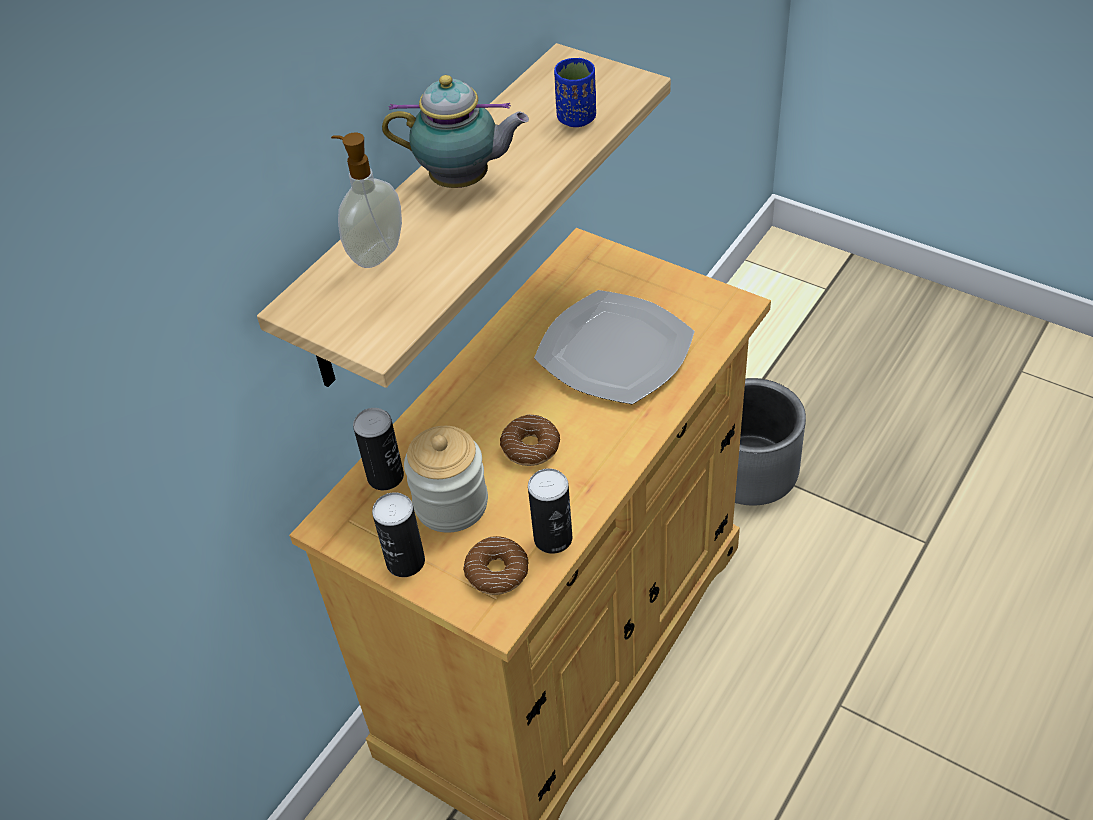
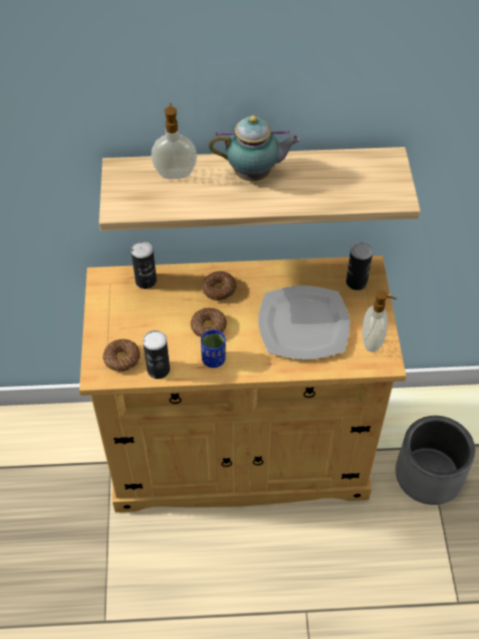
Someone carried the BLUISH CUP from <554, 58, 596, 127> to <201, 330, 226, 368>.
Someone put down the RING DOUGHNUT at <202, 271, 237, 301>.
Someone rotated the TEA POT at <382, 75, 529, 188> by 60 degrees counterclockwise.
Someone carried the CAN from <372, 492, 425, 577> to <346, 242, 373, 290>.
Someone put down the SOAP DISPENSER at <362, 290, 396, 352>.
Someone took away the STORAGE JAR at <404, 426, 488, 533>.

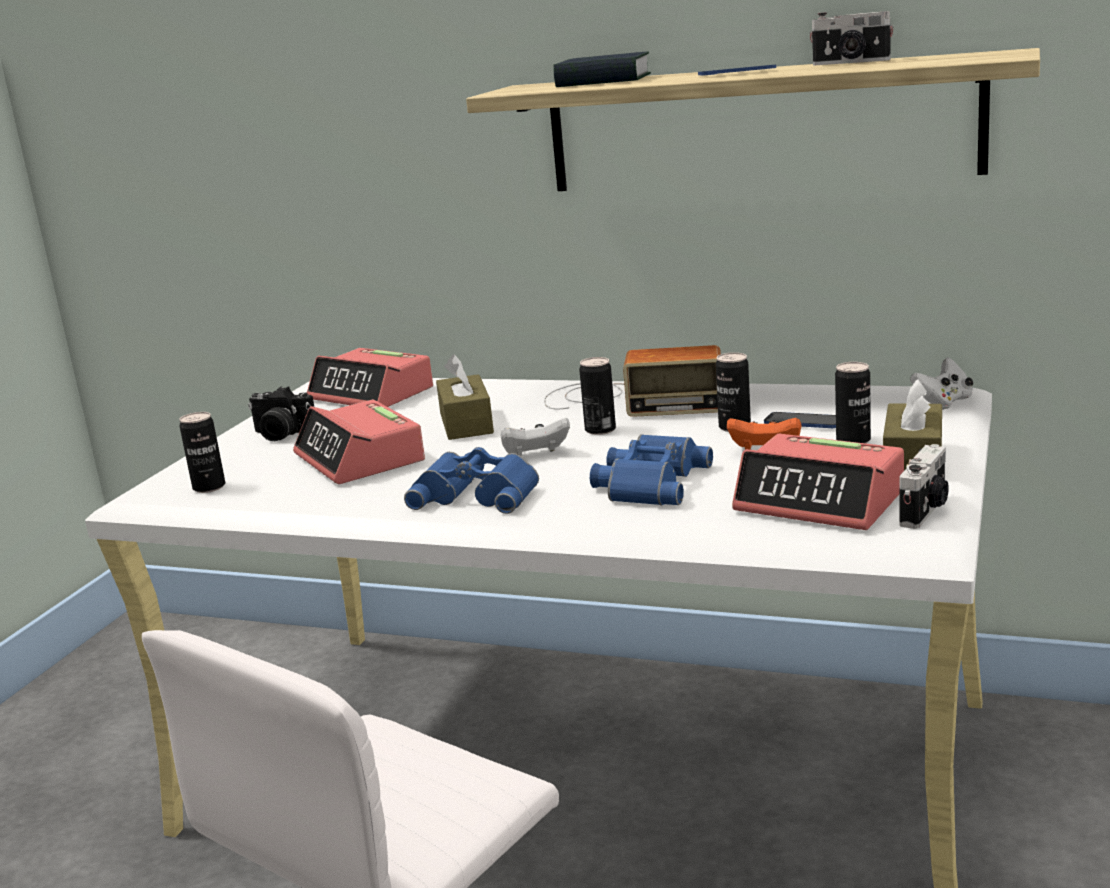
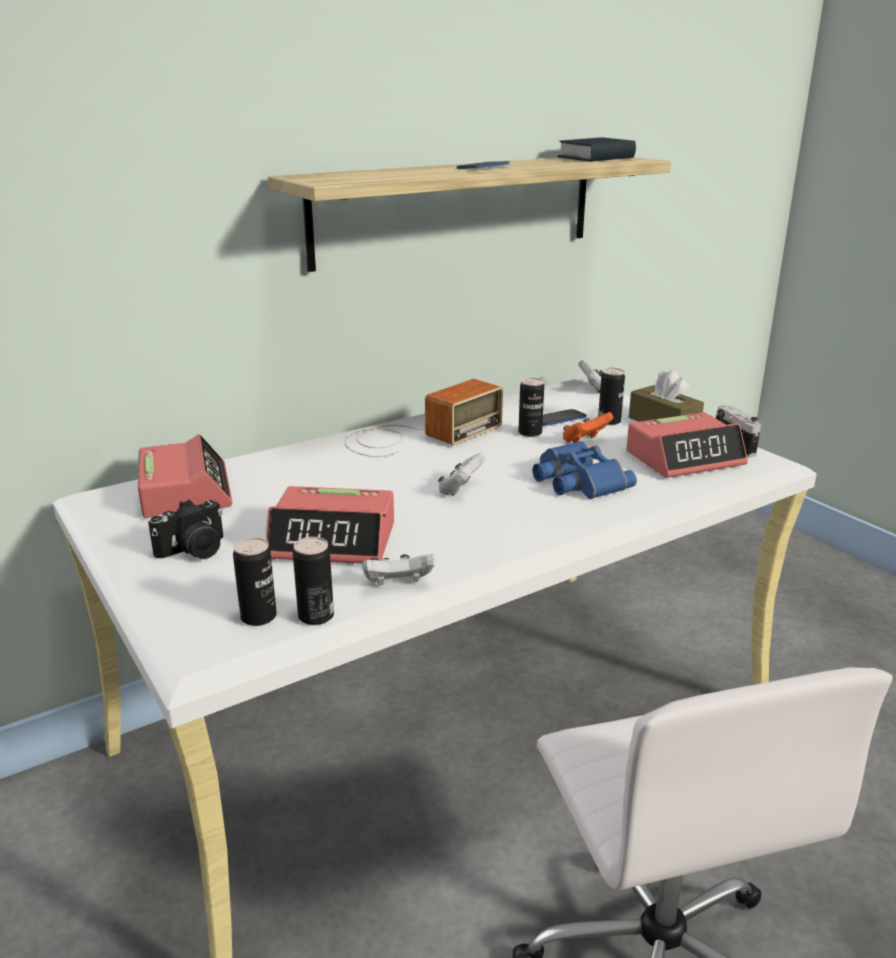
Someone rotated the ALARM CLOCK at <307, 348, 433, 407> by 90 degrees counterclockwise.
Someone carried the CAN from <579, 357, 616, 435> to <293, 537, 334, 625>.
Someone put down the WHITISH GAME CONTROLLER at <362, 554, 435, 586>.
Someone carried the BOOK from <553, 51, 651, 87> to <557, 137, 636, 162>.
Someone took away the BLUISH FIELD GLASSES at <404, 447, 539, 514>.
Someone took away the BROWNISH TISSUE BOX at <436, 354, 494, 440>.
Someone took away the PHOTO CAMERA at <810, 11, 894, 65>.

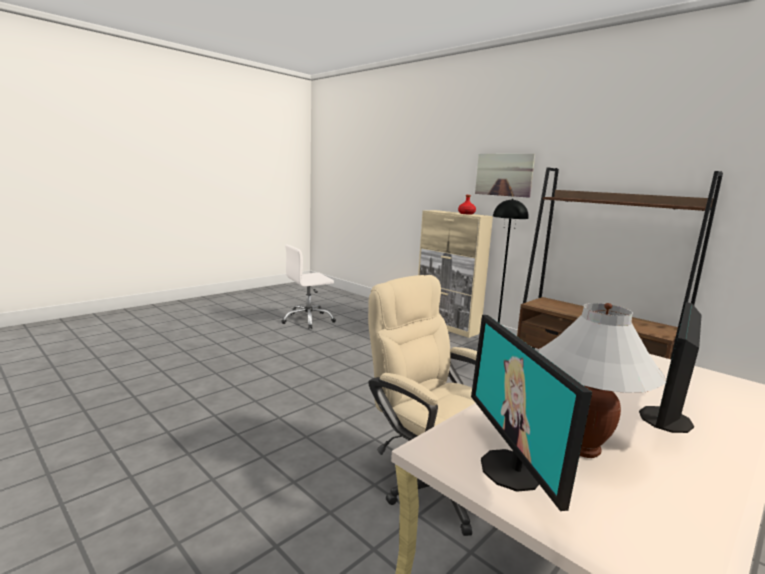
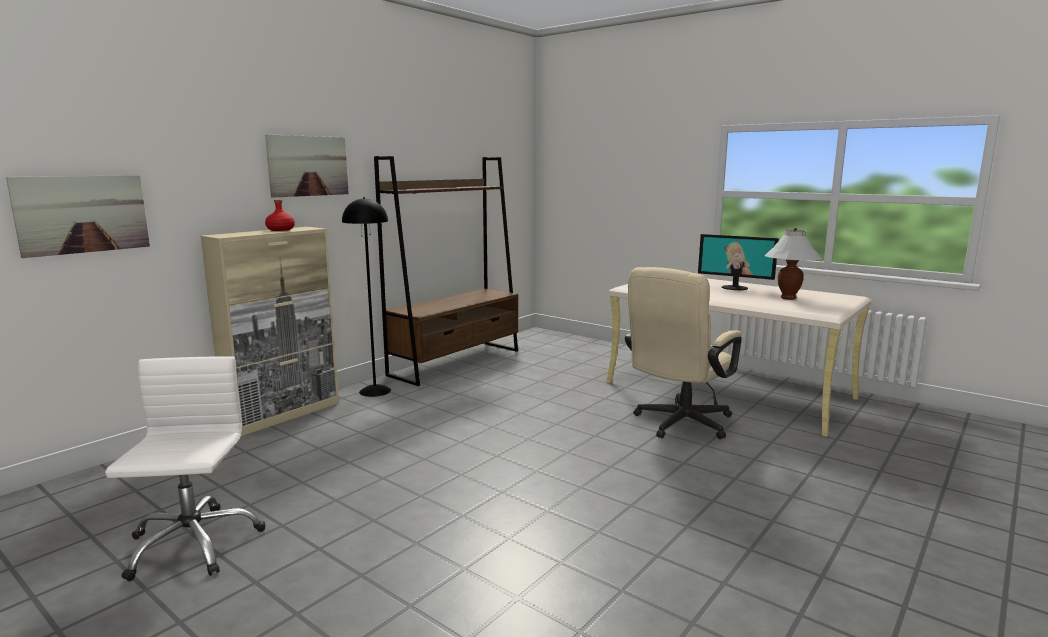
Someone put up the WALL PICTURE at <6, 175, 150, 258>.
Someone rotated the WHITISH COMPUTER CHAIR at <281, 245, 336, 329> by 150 degrees counterclockwise.
Someone took away the COMPUTER SCREEN at <471, 315, 592, 511>.

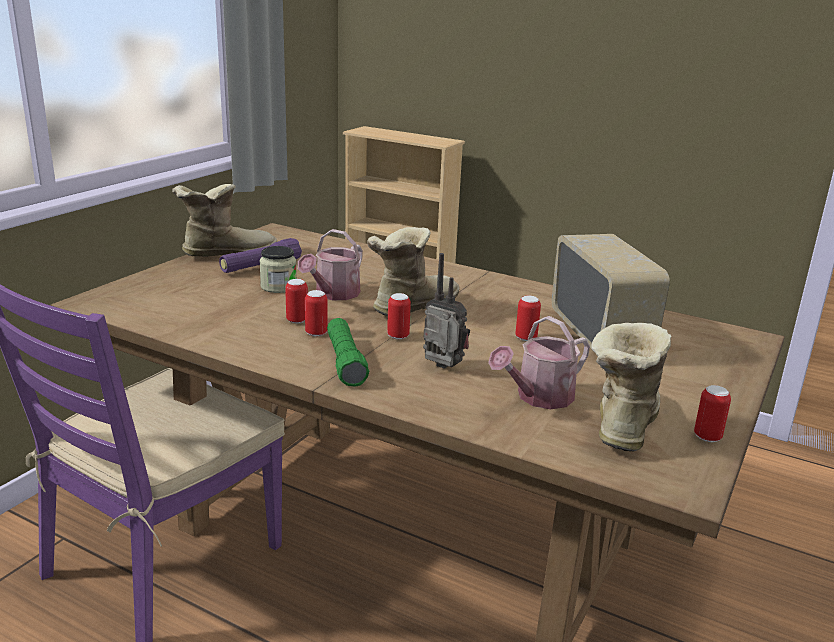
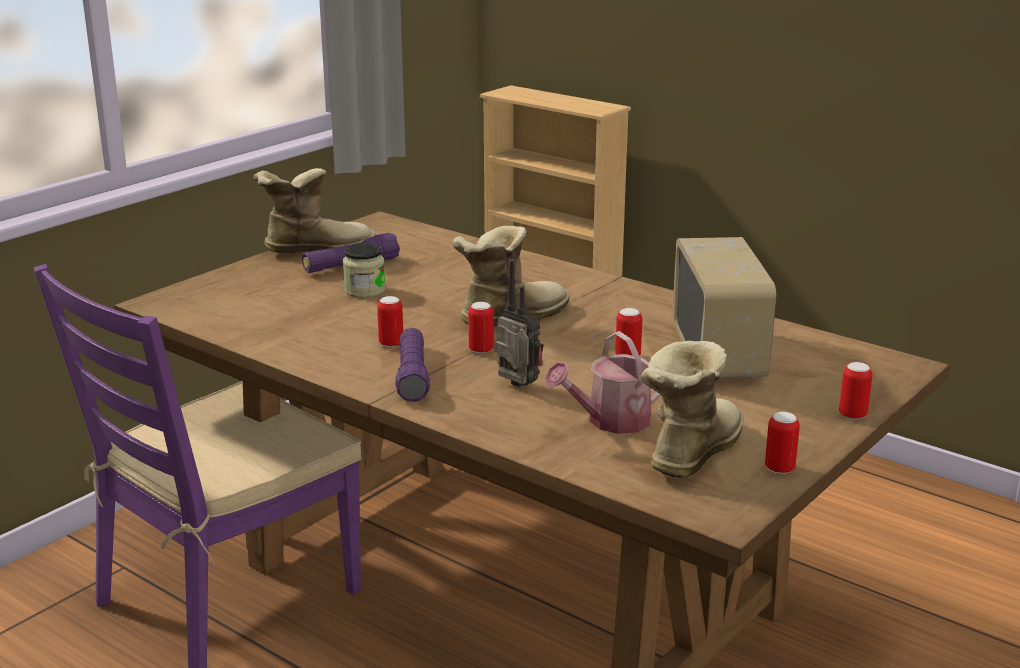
Someone repainted the GREEN-COLOURED TORCH at <327, 318, 369, 386>, which became the PURPLE-COLOURED TORCH at <396, 328, 430, 402>.
Someone carried the CAN from <285, 279, 308, 324> to <839, 362, 873, 420>.
Someone took away the WATERING POT at <298, 229, 363, 300>.

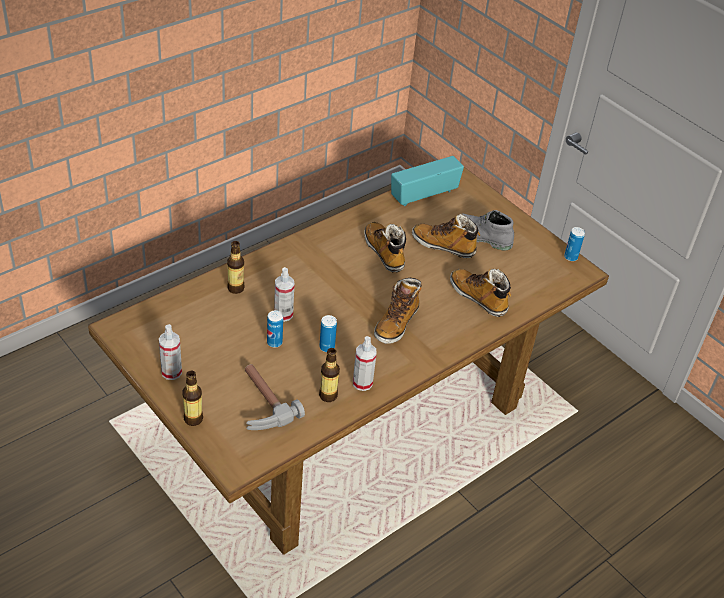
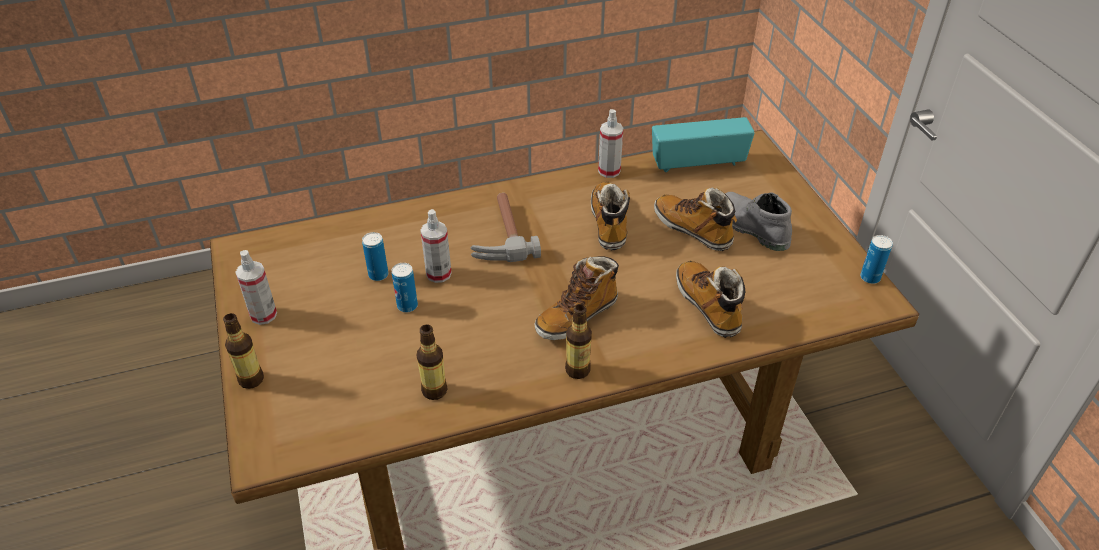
Someone carried the CAN from <319, 315, 337, 352> to <362, 232, 388, 281>.
Someone carried the HAMMER from <245, 364, 305, 430> to <470, 193, 541, 262>.
Someone carried the DRINK BOTTLE from <227, 241, 245, 294> to <565, 304, 592, 379>.
Someone carried the HAND SPRAYER from <353, 336, 377, 391> to <598, 109, 623, 178>.

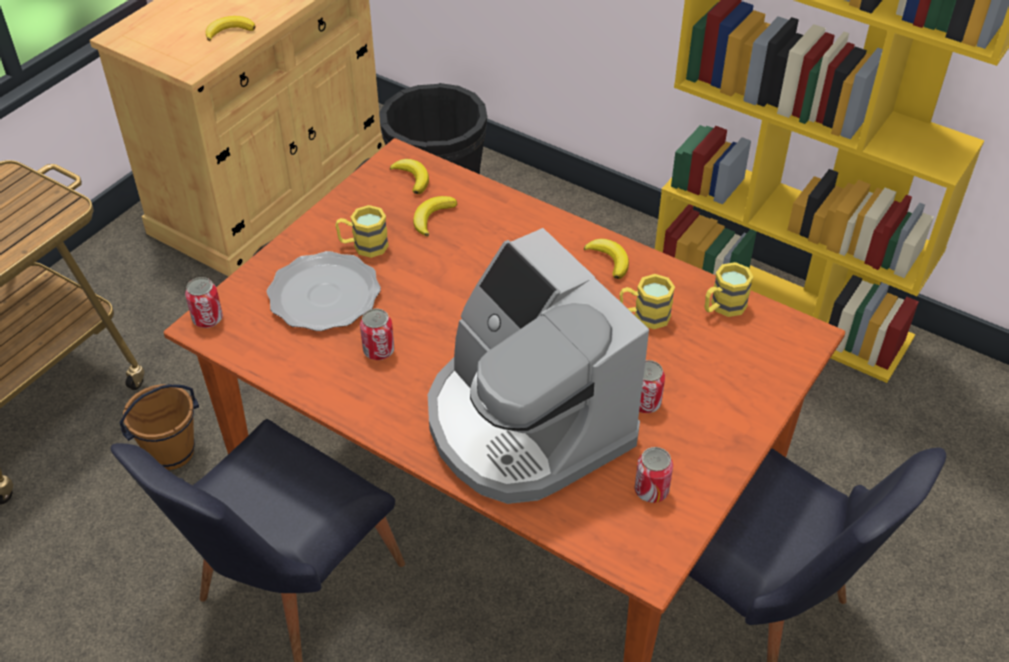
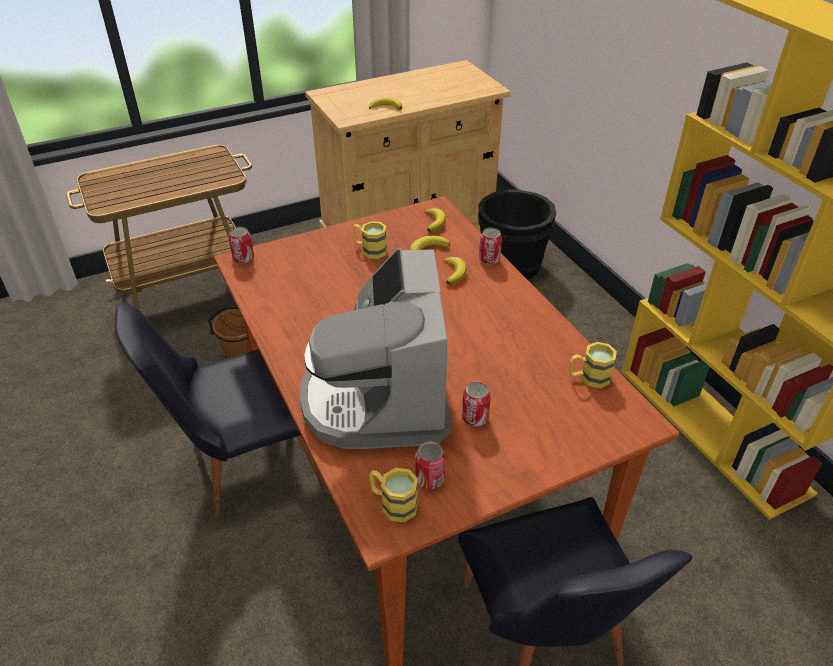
Someone carried the YELLOWISH TEA MUG from <620, 274, 675, 329> to <369, 468, 418, 522>.
Someone carried the WHOLE BANANA from <584, 239, 629, 279> to <443, 257, 467, 285>.
Someone carried the CAN from <360, 309, 394, 360> to <479, 228, 502, 265>.
Someone took away the PLATE at <267, 251, 381, 331>.

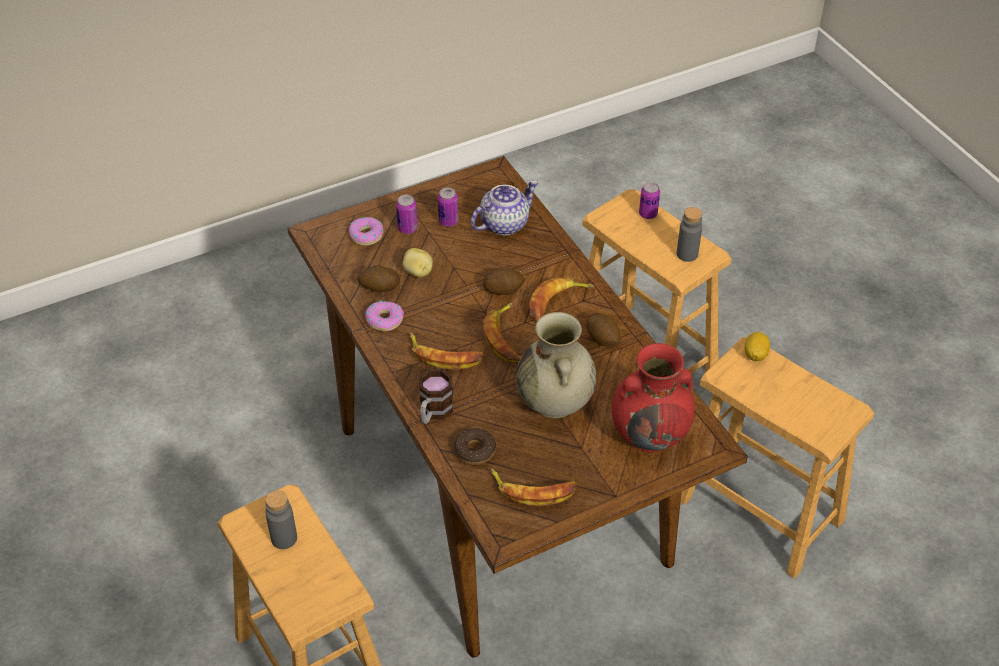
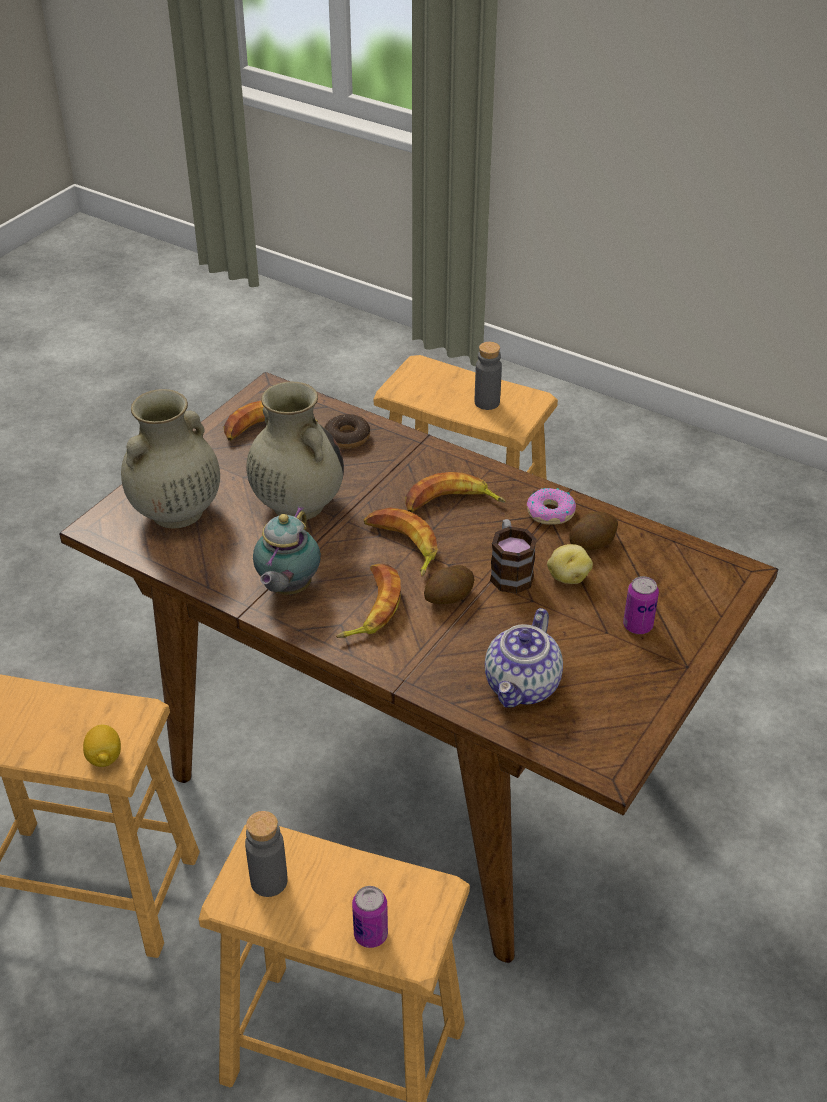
Someone repainted the RED-COLOURED DECORATIVE VASE at <612, 343, 695, 452>, which became the SAND-COLOURED DECORATIVE VASE at <121, 389, 220, 528>.
Someone swapped the WHOLE POTATO at <586, 313, 620, 346> for the TEA POT at <253, 506, 321, 595>.
Someone carried the TEA MUG from <419, 369, 453, 424> to <490, 519, 537, 594>.
Someone took away the RING DOUGHNUT at <349, 217, 383, 246>.
Someone took away the CAN at <438, 188, 459, 227>.

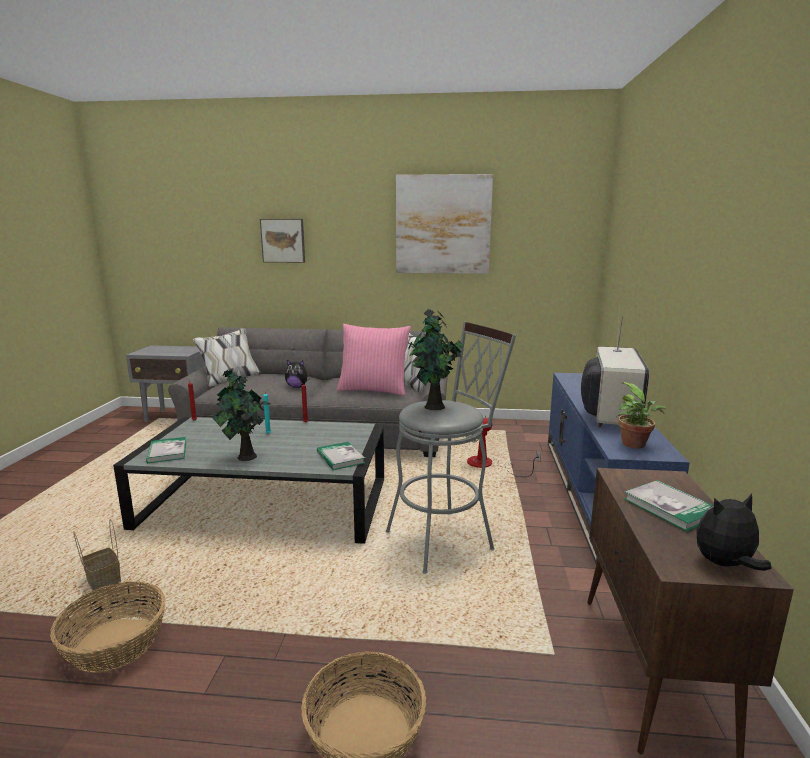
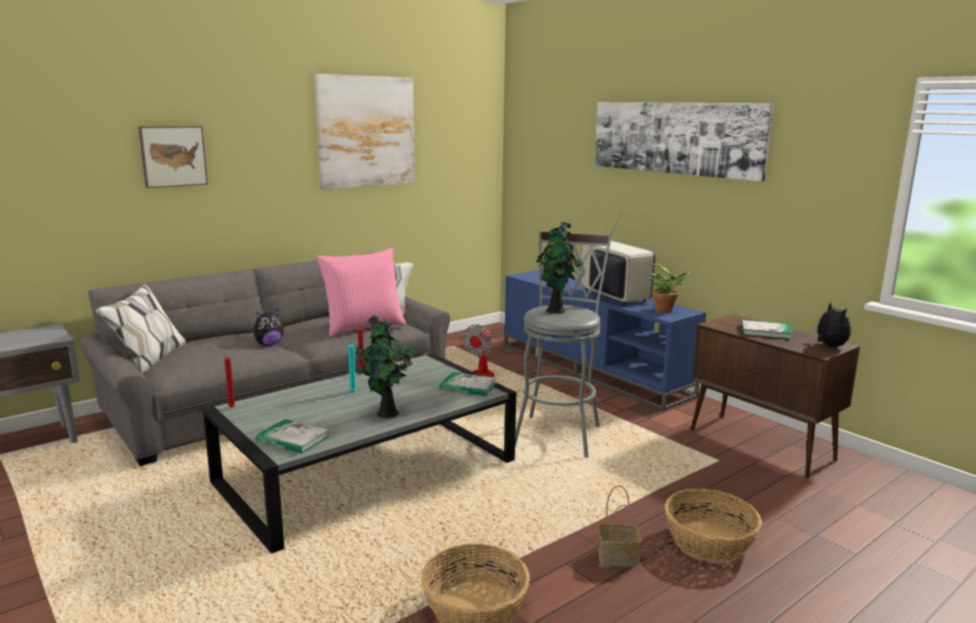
Someone put up the WALL PICTURE at <594, 102, 774, 182>.
Someone carried the HOUSEHOLD BASKET from <73, 519, 121, 591> to <598, 485, 640, 567>.
Someone rotated the CUDDLY TOY at <696, 494, 772, 571> by 135 degrees clockwise.

